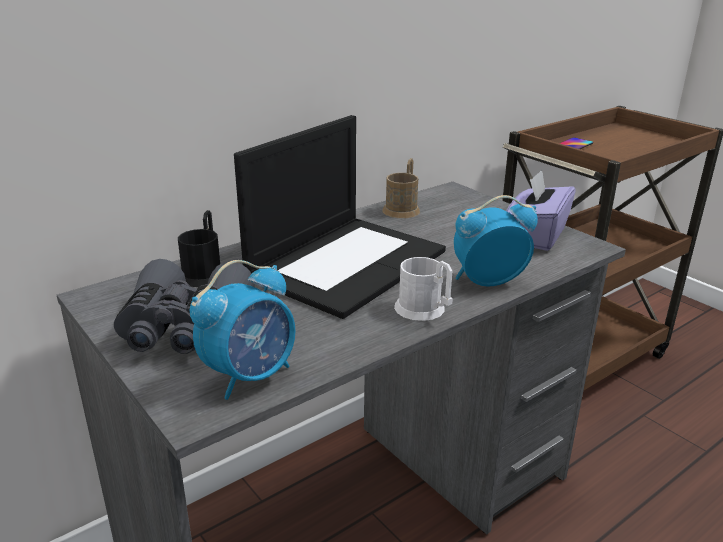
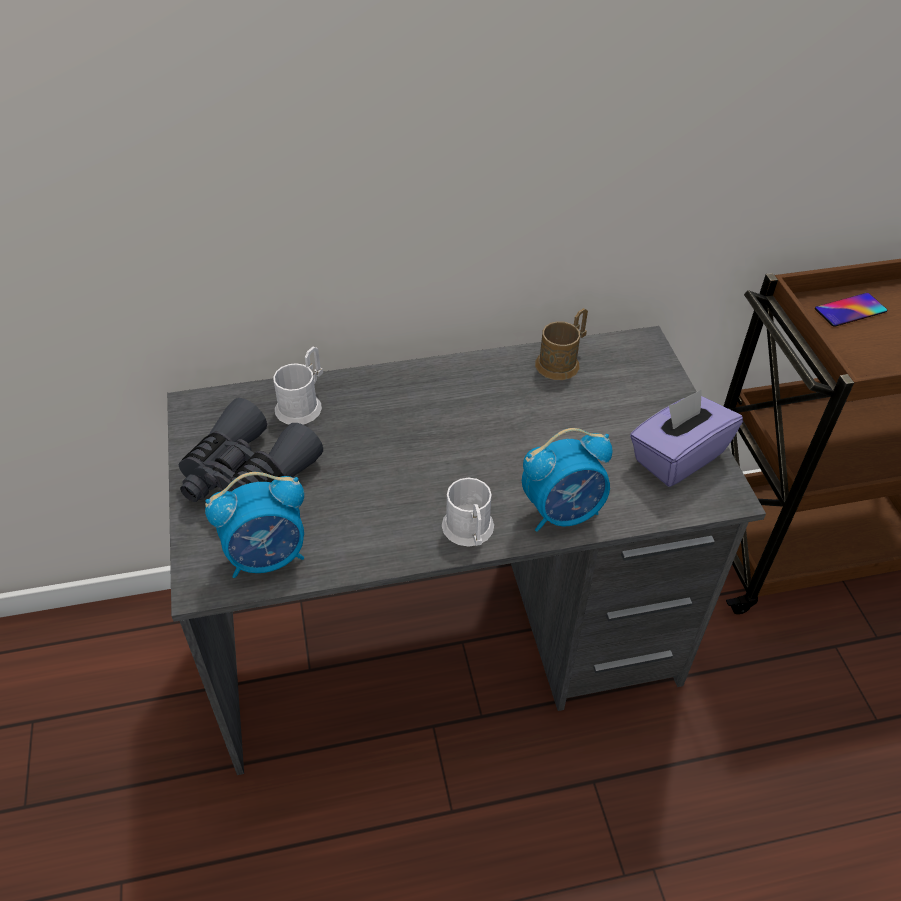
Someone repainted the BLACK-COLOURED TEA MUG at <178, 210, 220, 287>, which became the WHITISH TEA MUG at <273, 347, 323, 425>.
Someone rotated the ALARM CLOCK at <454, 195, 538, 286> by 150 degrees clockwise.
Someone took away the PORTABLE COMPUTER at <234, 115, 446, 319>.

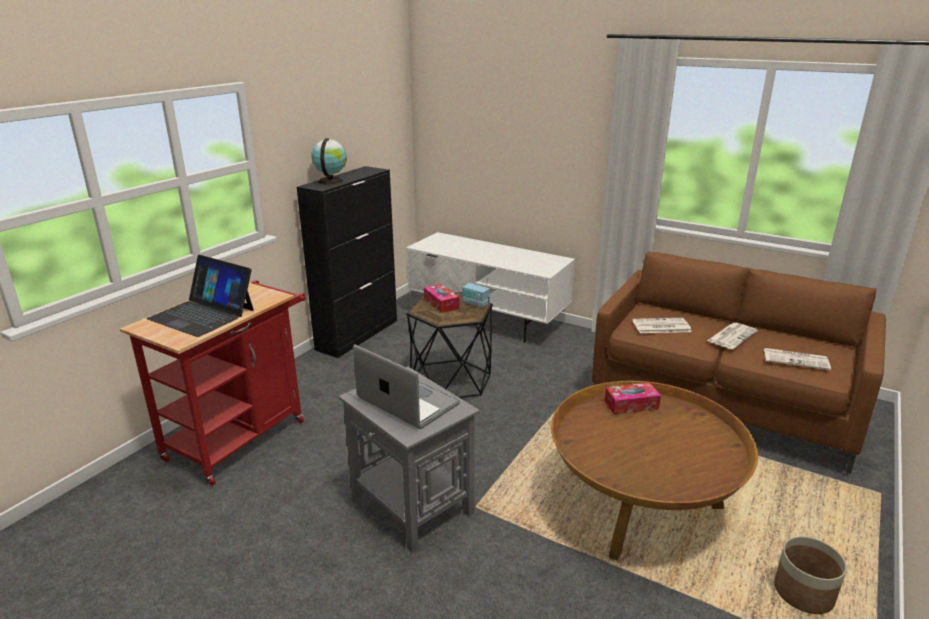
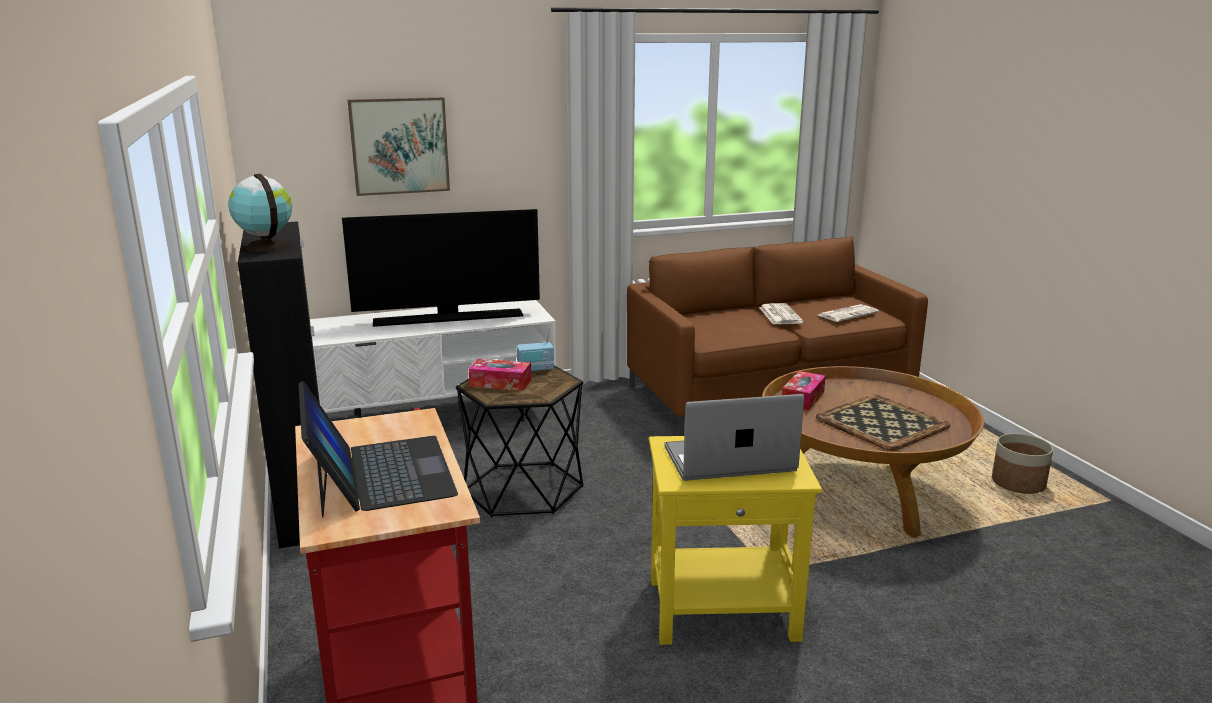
Someone rotated the PORTABLE COMPUTER at <146, 255, 254, 337> by 90 degrees counterclockwise.
Someone put down the TELEVISION at <342, 209, 540, 327>.
Someone put up the WALL PICTURE at <348, 97, 450, 196>.
Someone repainted the GREY ACCENT TABLE at <338, 367, 480, 553>, which became the YELLOWISH ACCENT TABLE at <649, 436, 822, 645>.
Someone put down the TRAY at <816, 395, 950, 451>.
Someone took away the NEWSPAPER at <632, 318, 692, 333>.

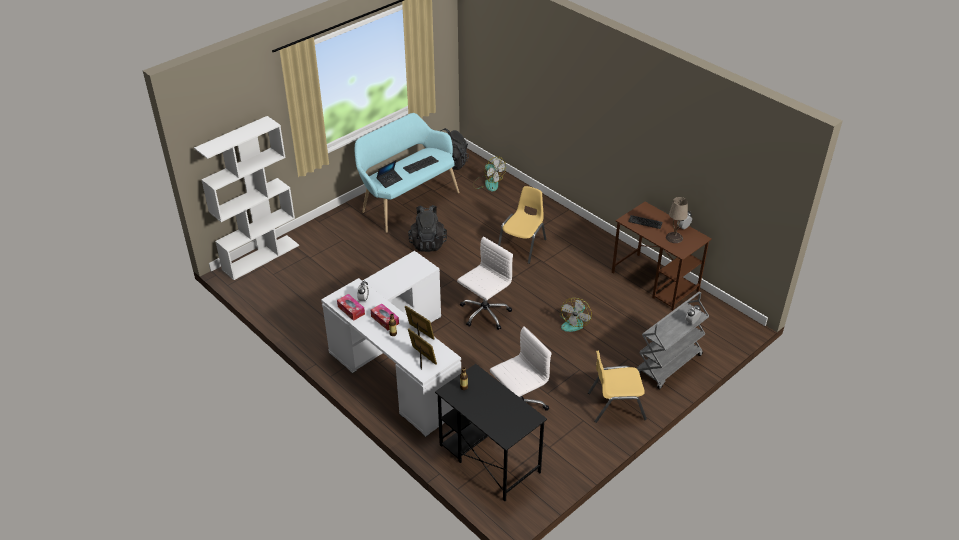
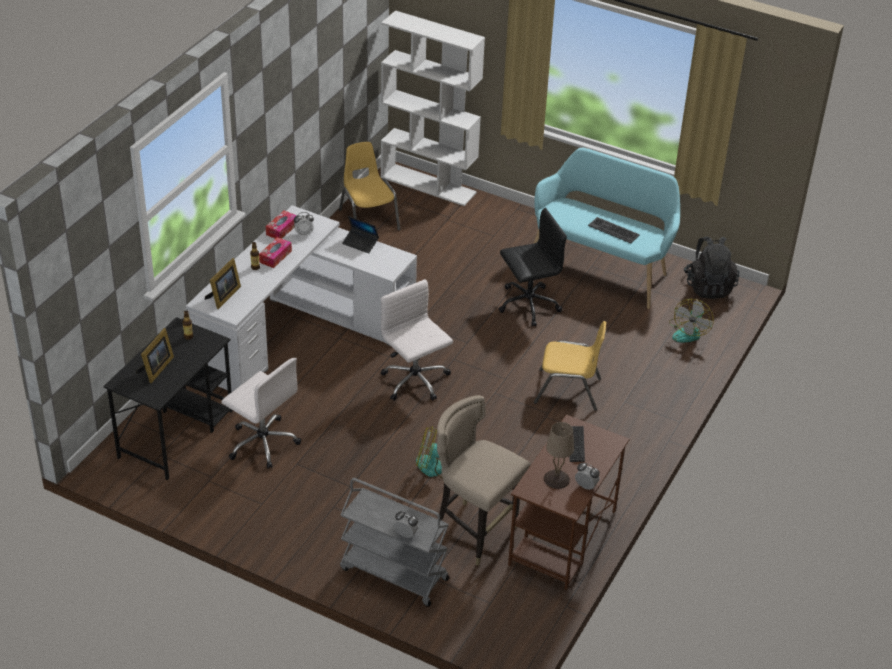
Someone carried the PICTURE FRAME from <405, 305, 435, 340> to <136, 328, 174, 383>.
Someone carried the YELLOWISH PLAIN CHAIR from <588, 351, 647, 423> to <339, 142, 401, 231>.
Someone carried the PORTABLE COMPUTER from <376, 161, 402, 188> to <342, 216, 379, 254>.
Someone rotated the WHITISH COMPUTER CHAIR at <457, 237, 513, 330> by 150 degrees counterclockwise.
Someone put down the SAND-COLOURED STOOL SEAT at <437, 395, 530, 566>.
Someone swapped the BLACK-COLOURED RUCKSACK at <408, 205, 447, 252> for the BLACK-COLOURED COMPUTER CHAIR at <499, 208, 567, 327>.

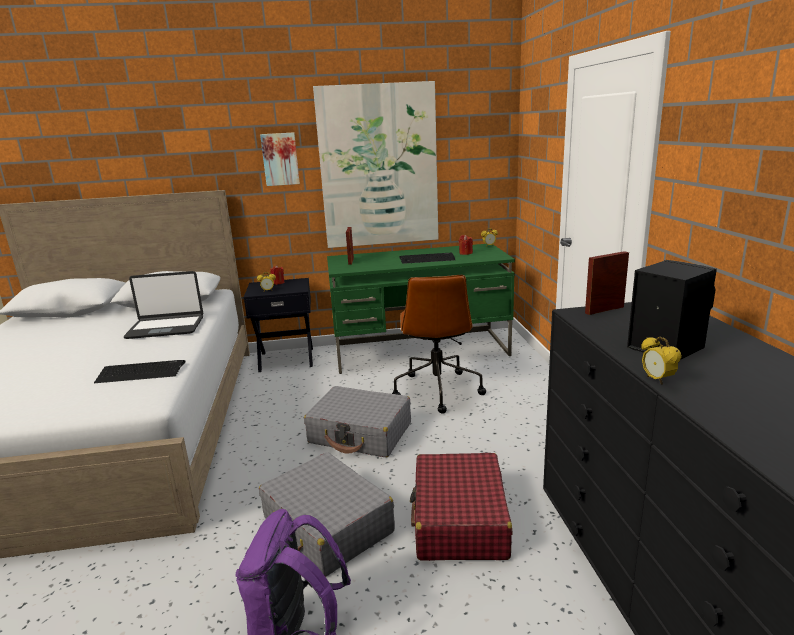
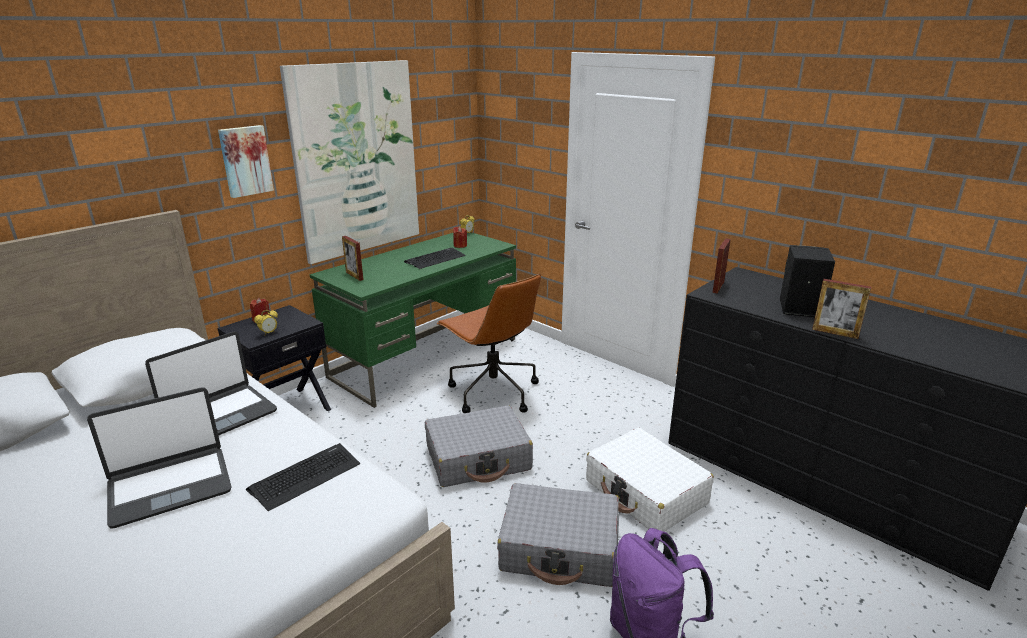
Someone put down the PORTABLE COMPUTER at <87, 387, 232, 528>.
Someone repainted the RED-COLOURED SUITCASE at <410, 453, 513, 561>, which became the WHITISH SUITCASE at <586, 428, 714, 532>.
Someone swapped the ALARM CLOCK at <641, 336, 682, 385> for the PICTURE FRAME at <812, 279, 871, 339>.

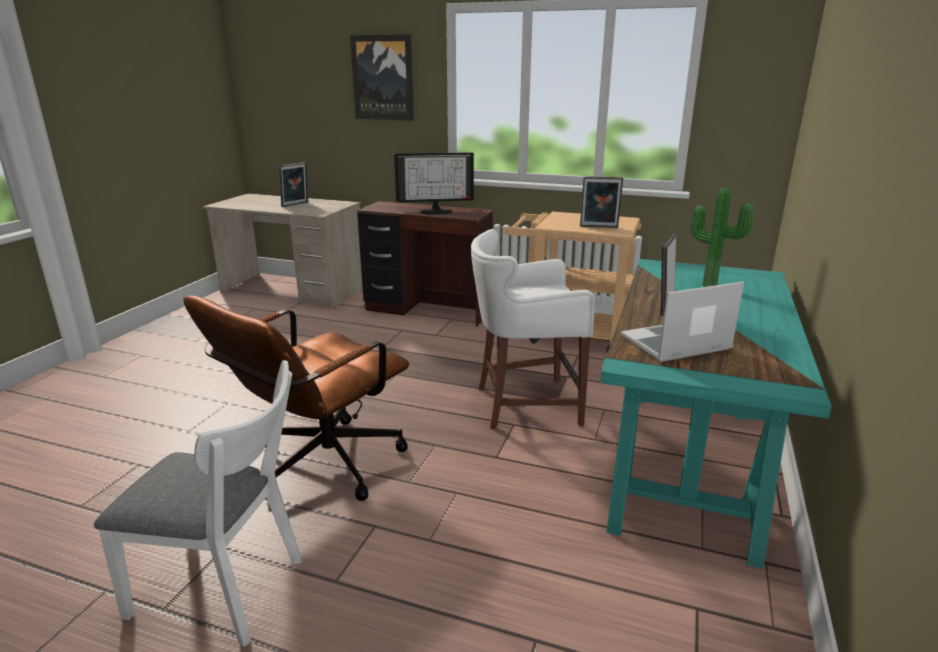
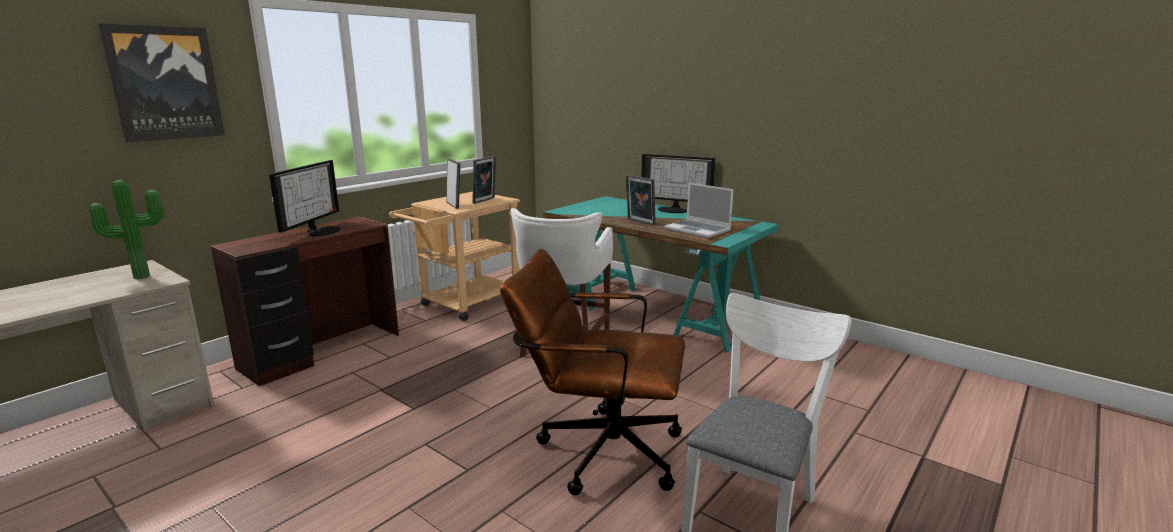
Someone carried the PLANT IN A POT from <691, 188, 755, 287> to <89, 180, 164, 279>.
Someone carried the PICTURE FRAME from <279, 162, 308, 207> to <446, 159, 460, 209>.
Someone rotated the BROWNISH COMPUTER CHAIR at <184, 296, 409, 501> by 135 degrees clockwise.
Someone put down the COMPUTER SCREEN at <641, 154, 715, 213>.
Someone rotated the PORTABLE COMPUTER at <621, 282, 744, 362> by 45 degrees counterclockwise.

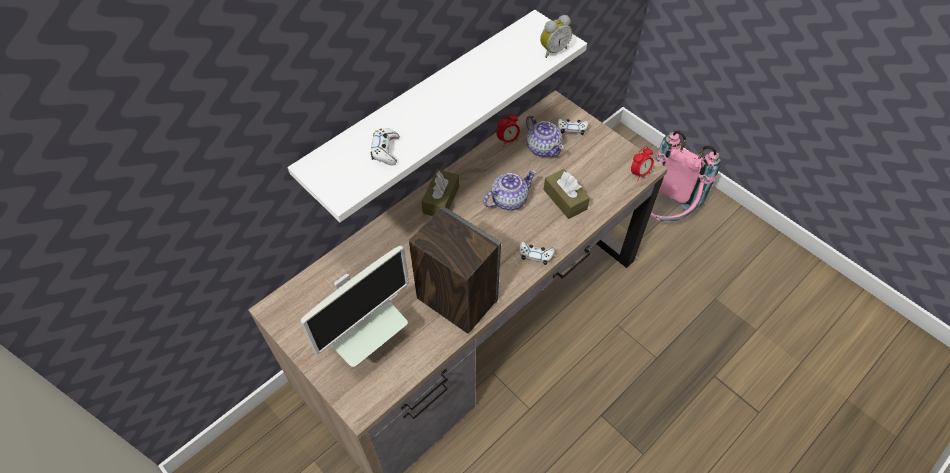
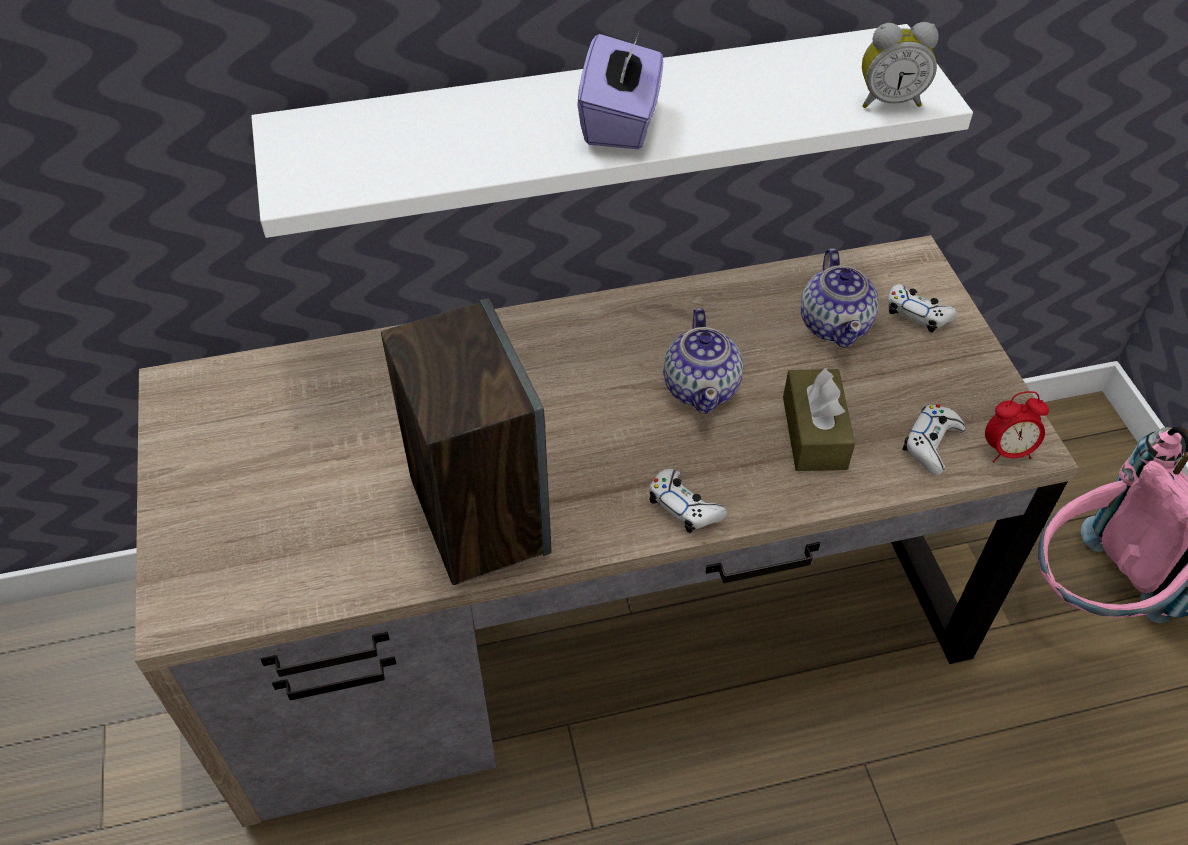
Someone put down the PURPLE-COLOURED TISSUE BOX at <577, 32, 663, 149>.
Someone rotated the TEA POT at <483, 170, 536, 210> by 90 degrees clockwise.
Someone carried the WHITISH GAME CONTROLLER from <371, 128, 400, 165> to <902, 404, 965, 475>.
Someone took away the COMPUTER SCREEN at <300, 245, 409, 367>.
Someone took away the BROWNISH TISSUE BOX at <422, 169, 459, 216>.
Someone took away the ALARM CLOCK at <496, 113, 520, 145>.

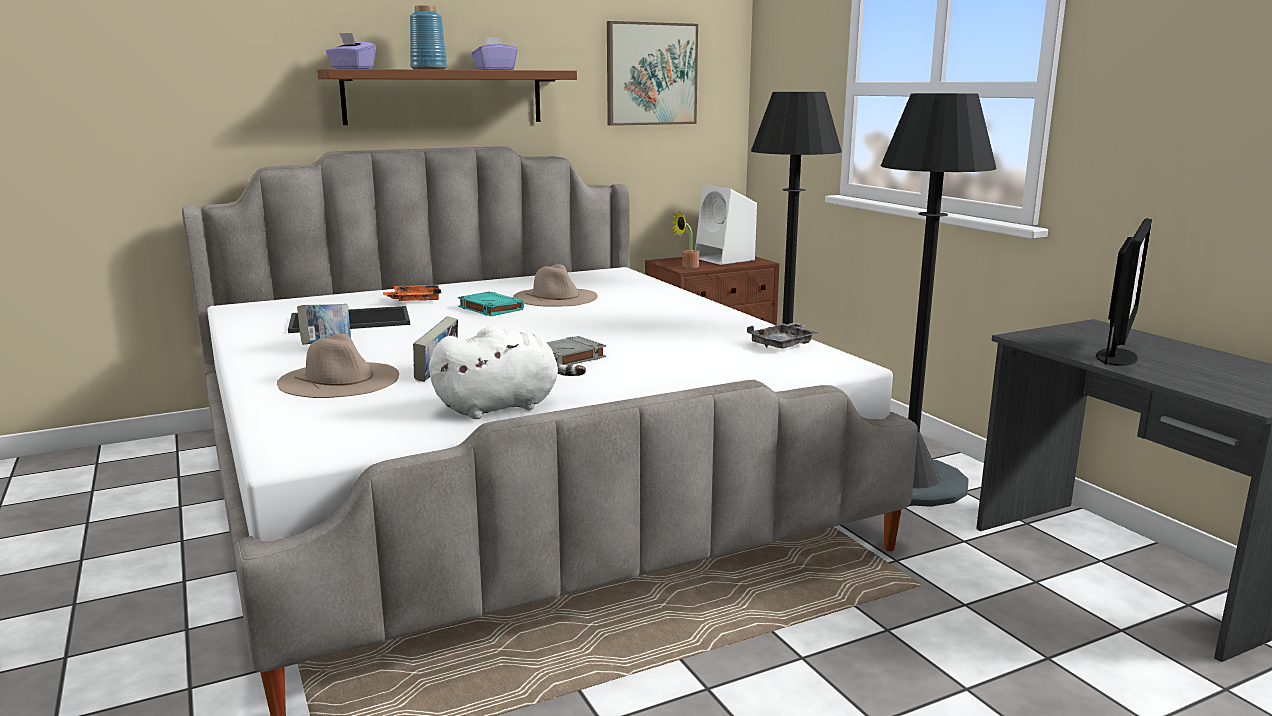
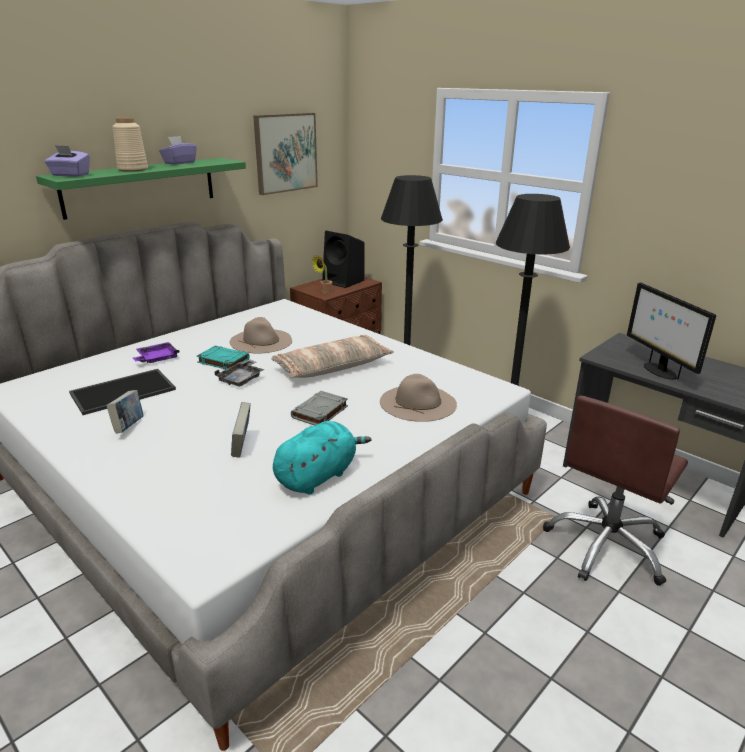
Someone repainted the BROWNISH BRACKET SHELF at <317, 69, 577, 125>, which became the GREEN-COLOURED BRACKET SHELF at <36, 158, 246, 220>.
Someone repainted the BLUISH DECORATIVE VASE at <410, 5, 447, 70>, which became the SAND-COLOURED DECORATIVE VASE at <112, 117, 148, 172>.
Someone repainted the ORANGE-COLOURED TRAY at <383, 285, 441, 301>, which became the PURPLE-COLOURED TRAY at <133, 342, 180, 363>.
Someone carried the GREY TRAY from <747, 322, 818, 348> to <214, 359, 264, 386>.
Someone put down the PILLOW at <271, 335, 394, 378>.
Someone repainted the WHITISH CUDDLY TOY at <429, 326, 586, 419>, which became the TURQUOISE-COLOURED CUDDLY TOY at <273, 421, 371, 495>.
Someone repainted the WHITISH LOUDSPEAKER at <695, 185, 757, 265>, which became the BLACK-COLOURED LOUDSPEAKER at <322, 231, 365, 288>.
Someone carried the SAND-COLOURED HAT from <277, 334, 399, 398> to <380, 374, 457, 422>.
Someone put down the BROWNISH COMPUTER CHAIR at <543, 395, 688, 586>.
Someone rotated the COMPUTER SCREEN at <1096, 218, 1152, 366> by 150 degrees clockwise.

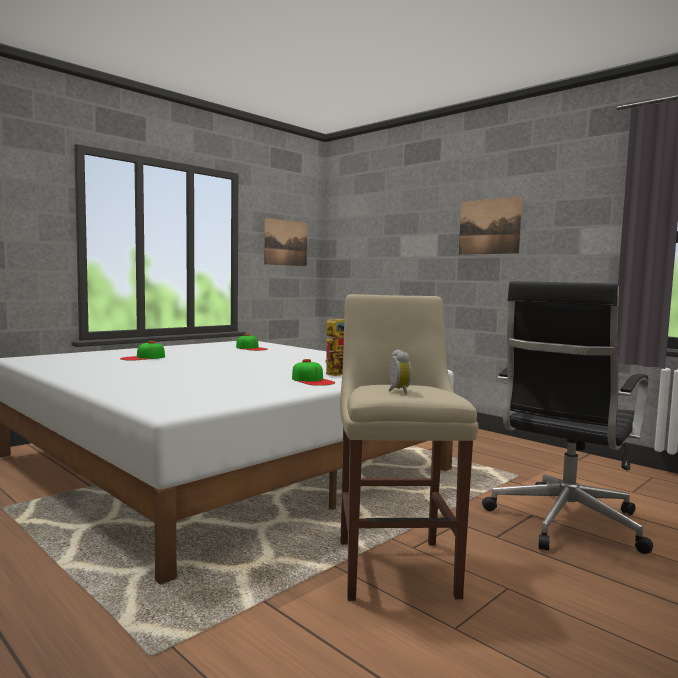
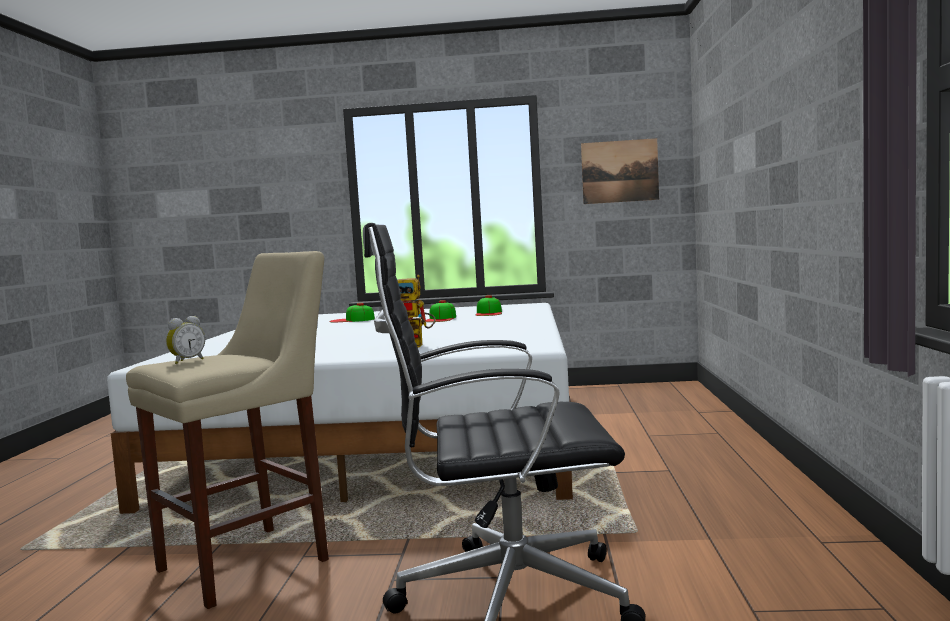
Someone carried the CAP from <292, 359, 335, 386> to <426, 300, 456, 322>.
Someone took away the WALL PICTURE at <459, 196, 523, 255>.

